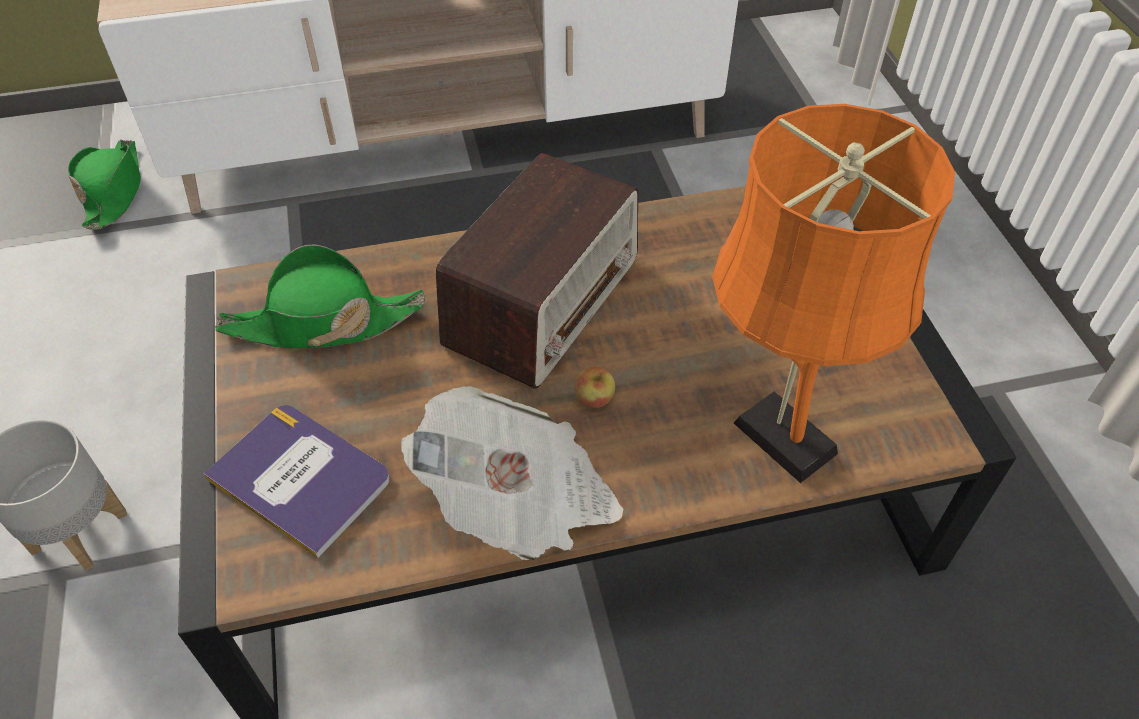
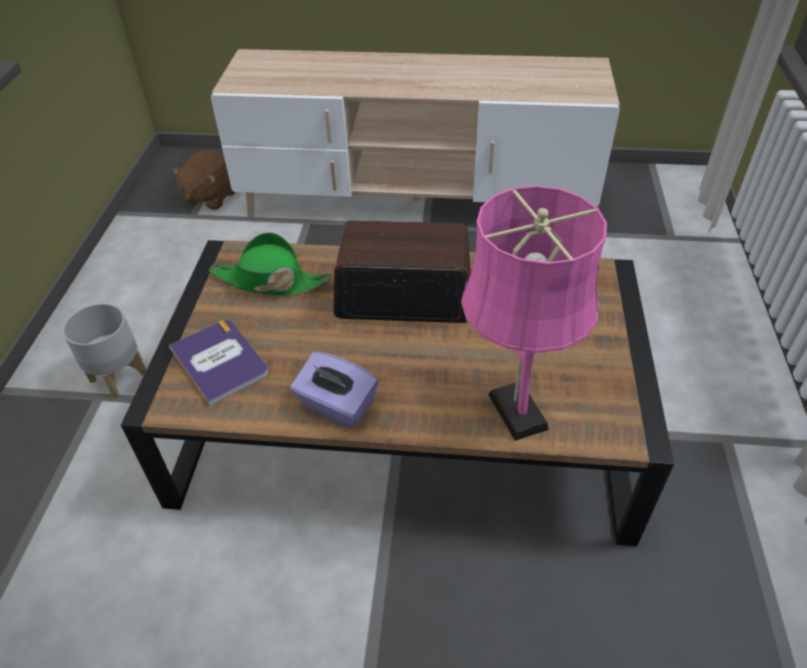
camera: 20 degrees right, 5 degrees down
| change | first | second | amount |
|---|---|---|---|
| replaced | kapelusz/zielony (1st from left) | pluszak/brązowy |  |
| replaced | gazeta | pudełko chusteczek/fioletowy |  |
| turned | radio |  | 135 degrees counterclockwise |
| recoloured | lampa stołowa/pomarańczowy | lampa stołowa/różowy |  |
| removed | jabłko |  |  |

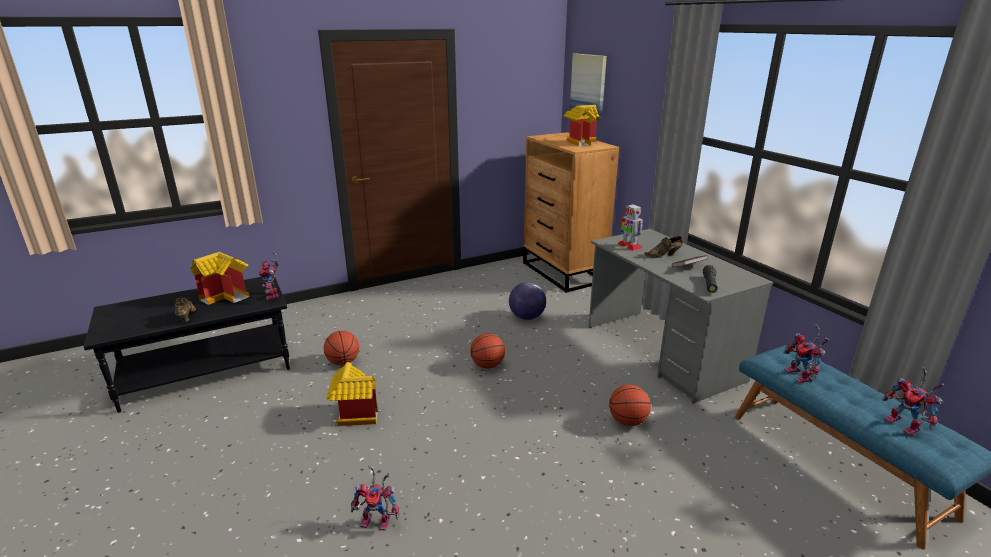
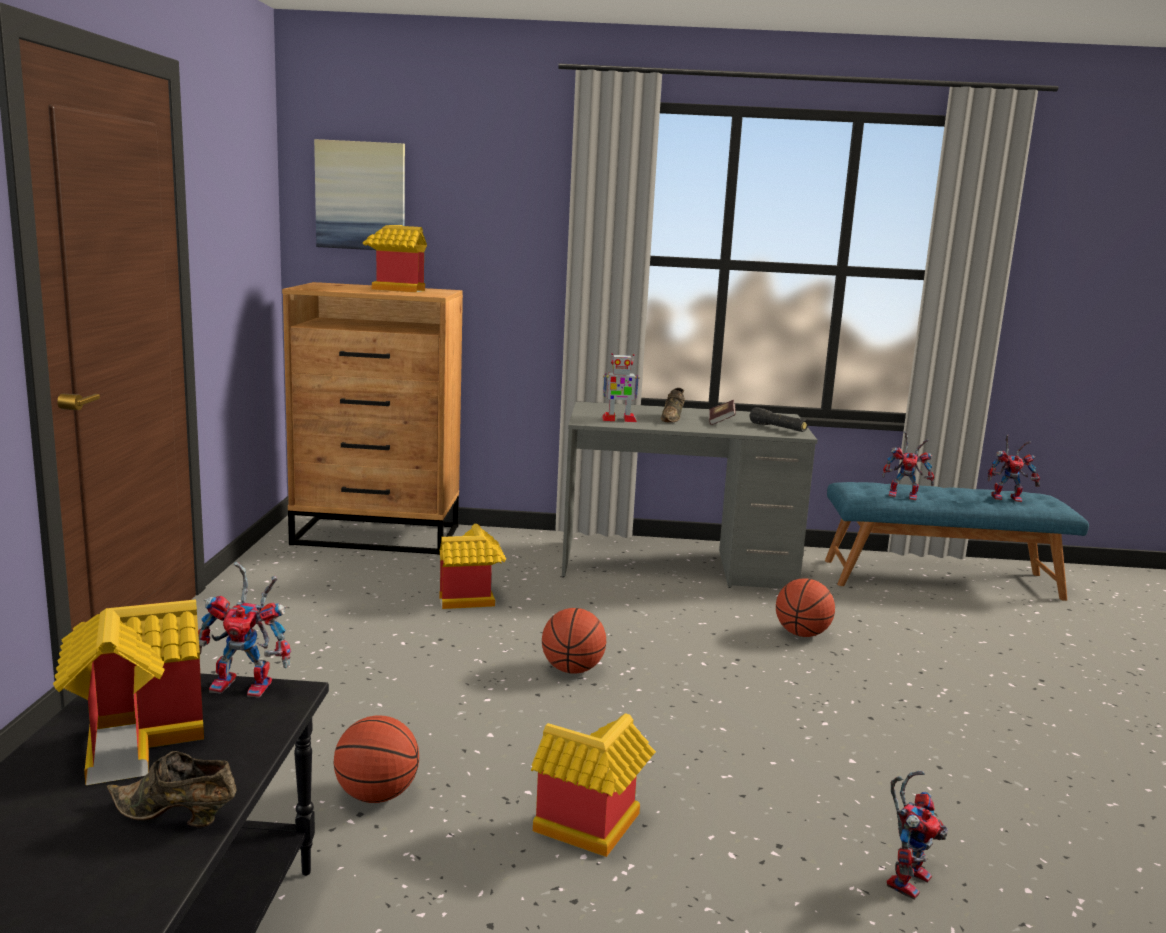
camera: 60 degrees left, 10 degrees down
| change | first | second | amount |
|---|---|---|---|
| replaced | globus | domek (3rd from left) |  |

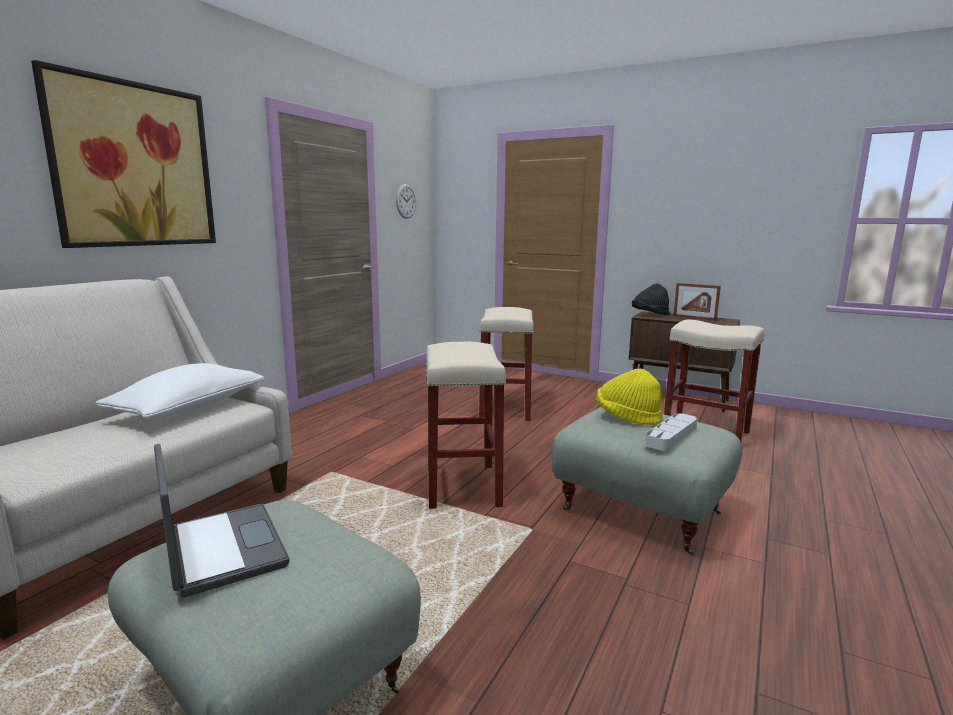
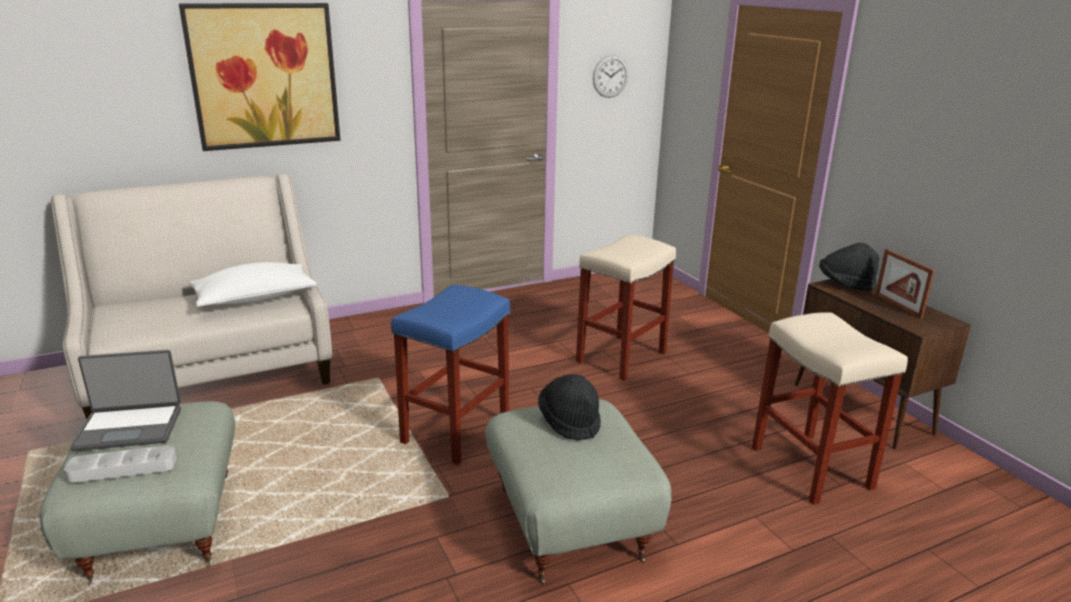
camera: 35 degrees right, 10 degrees up
| change | first | second | amount |
|---|---|---|---|
| moved | taca/szary |  |  |
| turned | laptop |  | 75 degrees clockwise |
| recoloured | stołek/beżowy (1st from left) | stołek/niebieski |  |
| recoloured | kapelusz/żółty | kapelusz/czarny (1st from left) |  |

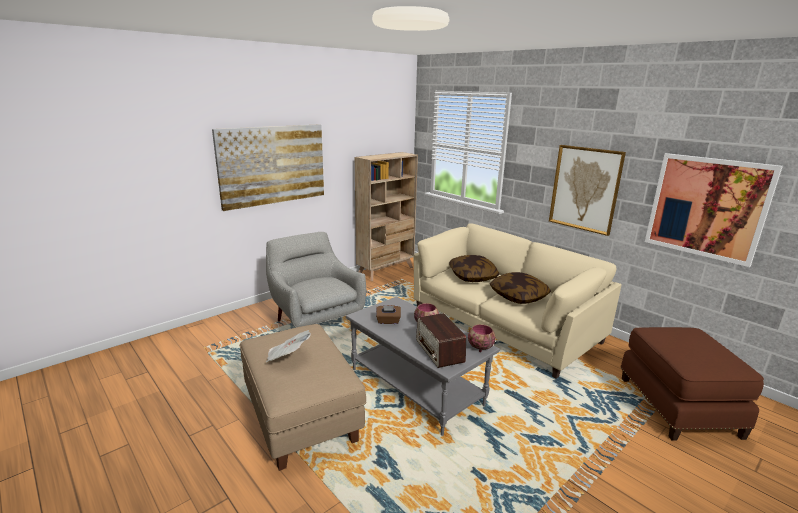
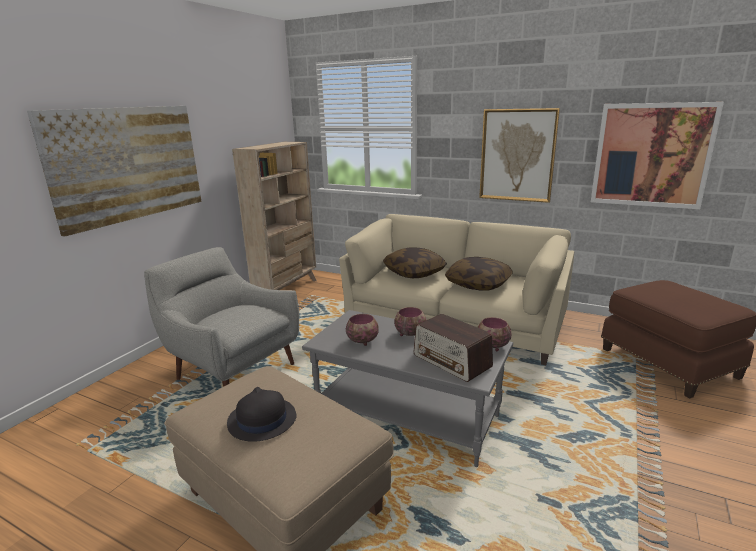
camera: 20 degrees left, 0 degrees up
| change | first | second | amount |
|---|---|---|---|
| replaced | gazeta | kapelusz/czarny |  |
| replaced | pudełko chusteczek/brązowy | miska (1st from left) |  |

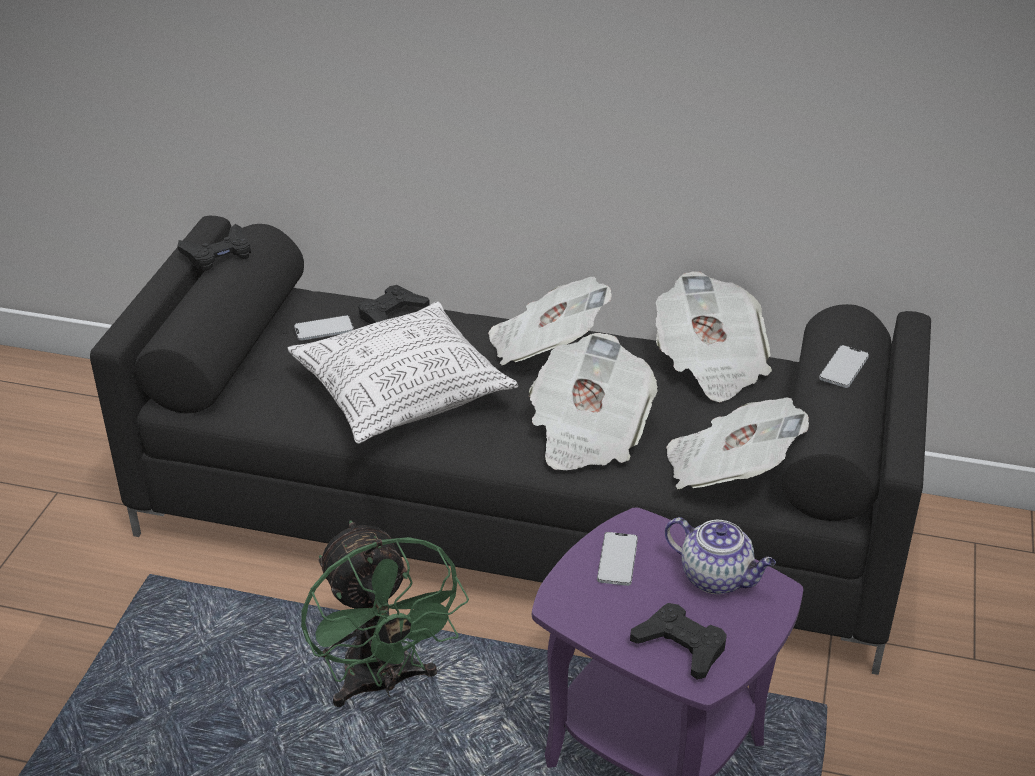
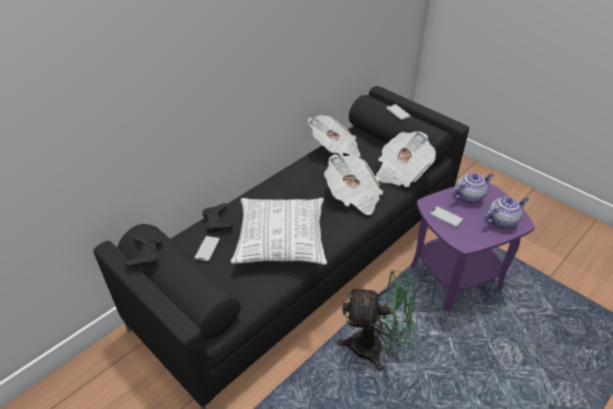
camera: 60 degrees left, 5 degrees up
| change | first | second | amount |
|---|---|---|---|
| replaced | pad do gier/czarny (3rd from left) | imbryk (2nd from left) |  |
| removed | gazeta (1st from left) |  |  |

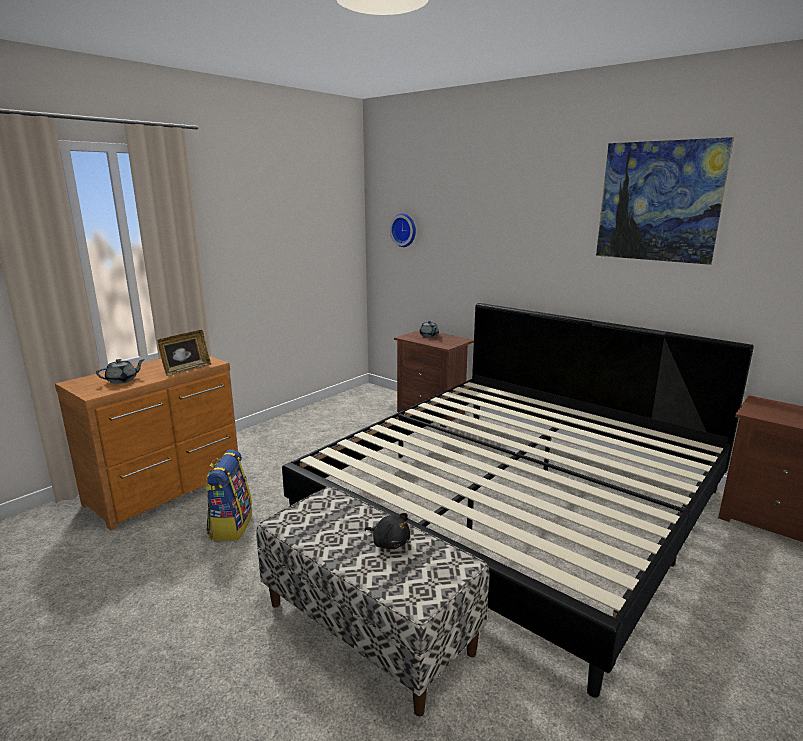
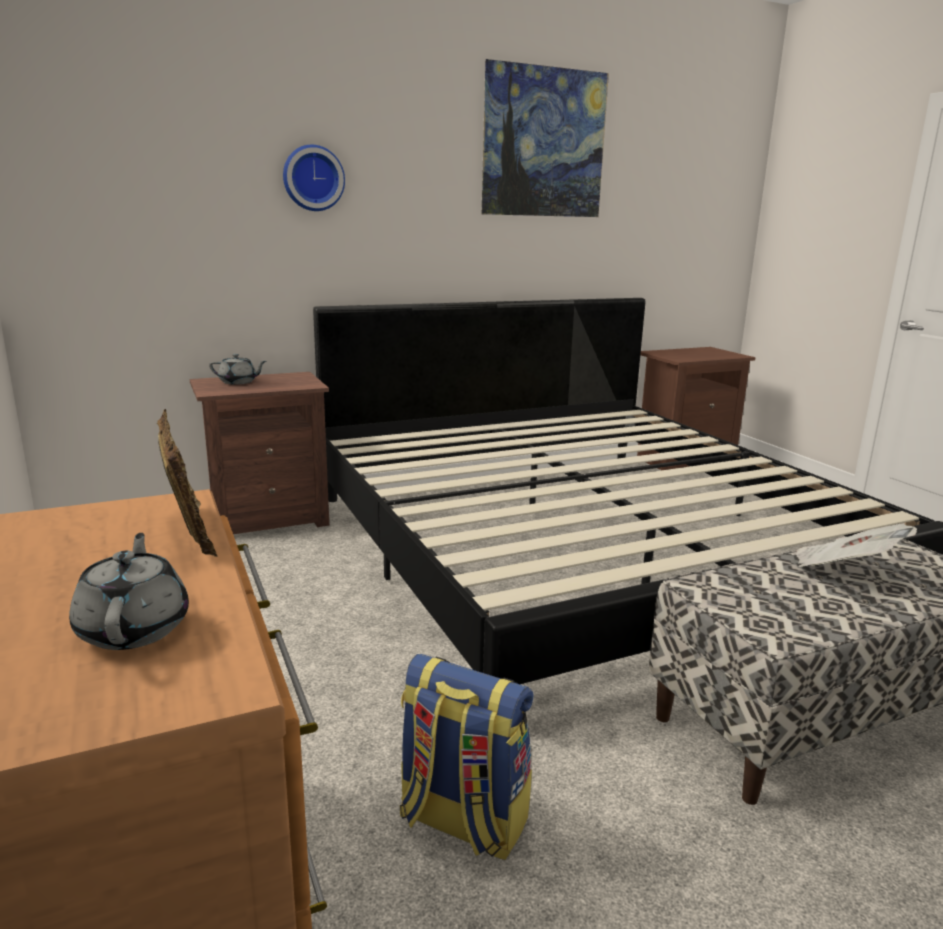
camera: 65 degrees left, 0 degrees up
| change | first | second | amount |
|---|---|---|---|
| moved | zegar ścienny |  |  |
| replaced | pluszak/czarny | gazeta |  |

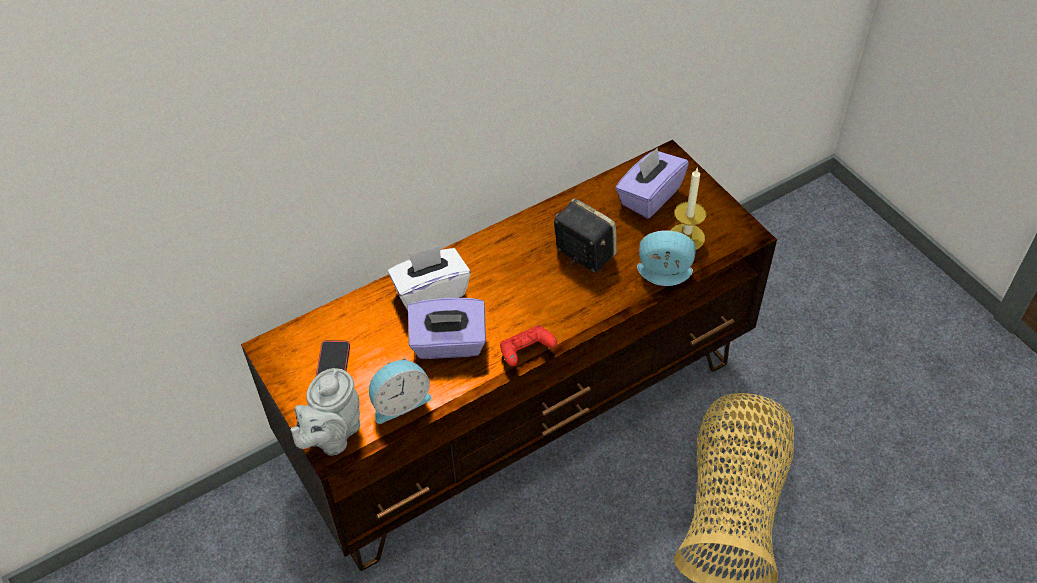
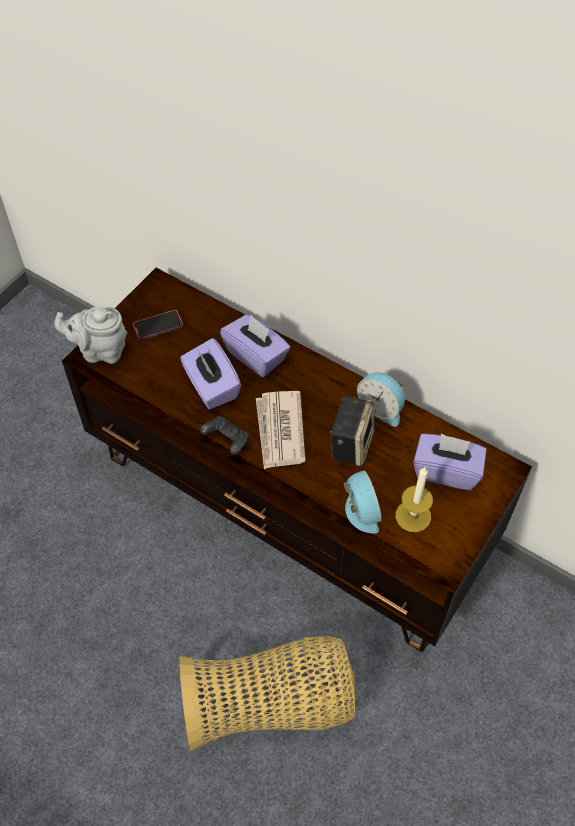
camera: 65 degrees right, 5 degrees up
| change | first | second | amount |
|---|---|---|---|
| recoloured | pad do gier/czerwony | pad do gier/czarny |  |
| recoloured | pudełko chusteczek/biały | pudełko chusteczek/fioletowy (2nd from left) |  |
| added |  | gazeta |  |
| moved | budzik (1st from left in the first image) | budzik (2nd from left) |  |

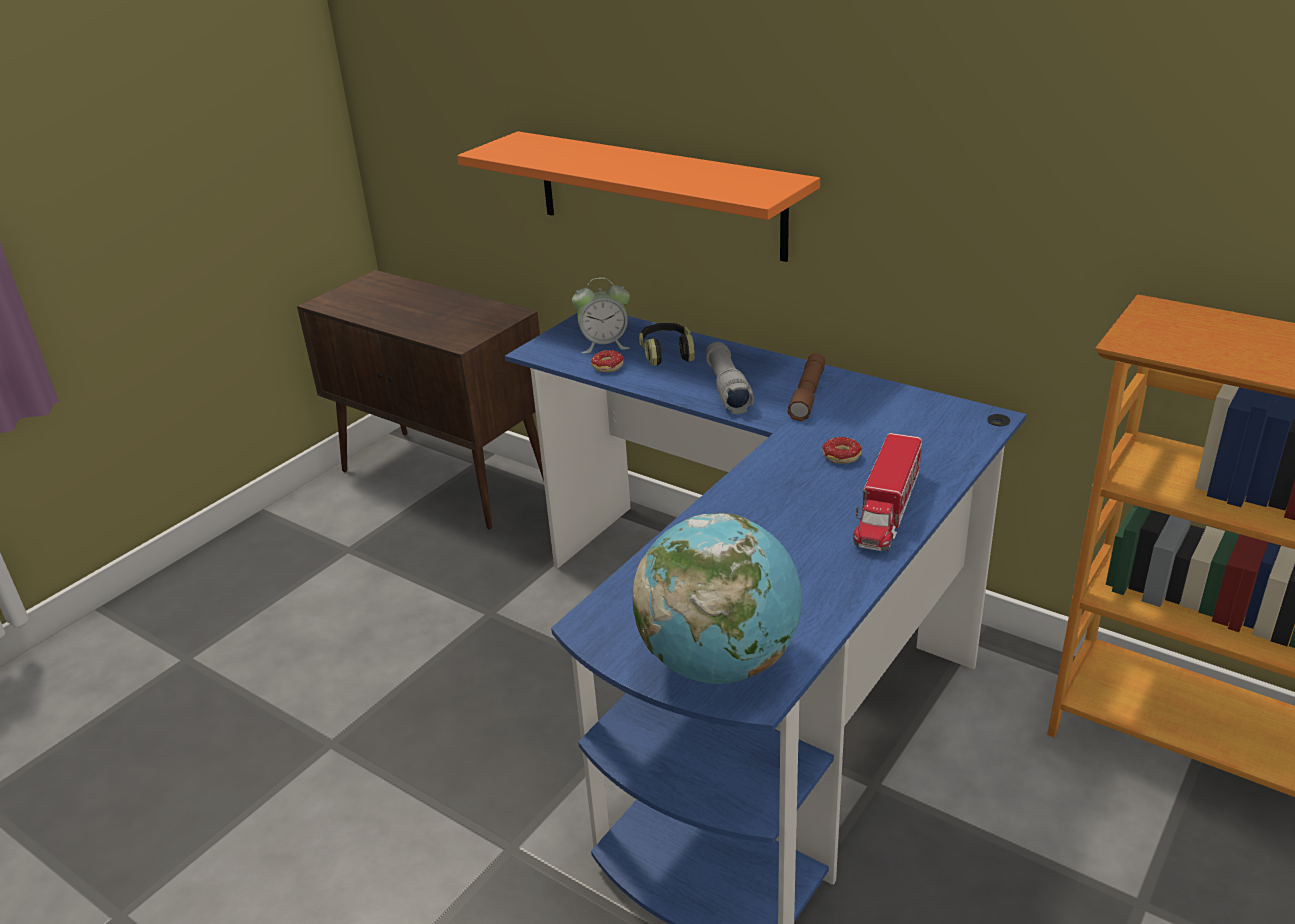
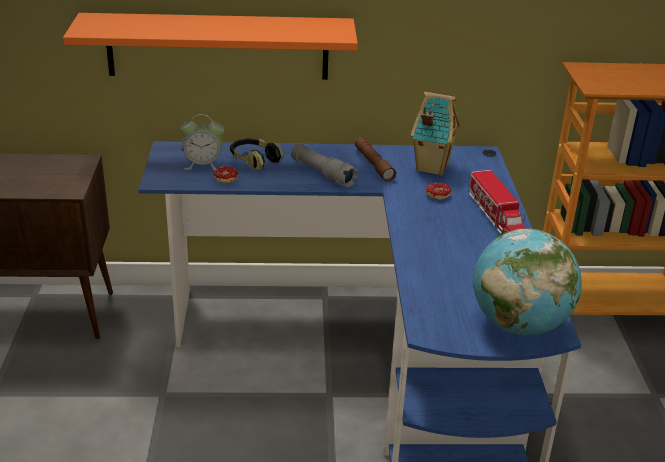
camera: 40 degrees left, 0 degrees up
| change | first | second | amount |
|---|---|---|---|
| turned | budzik |  | 45 degrees clockwise |
| added |  | domek |  |

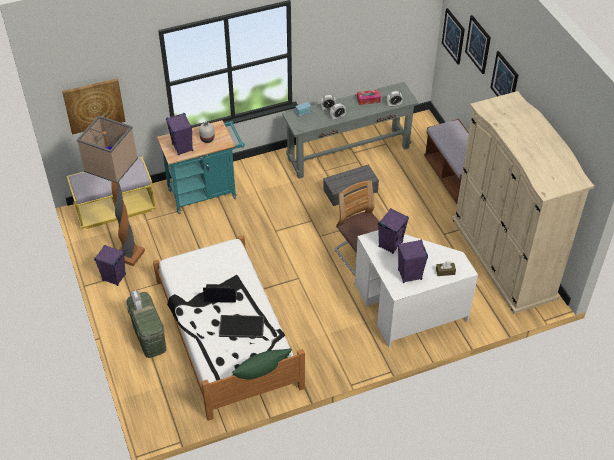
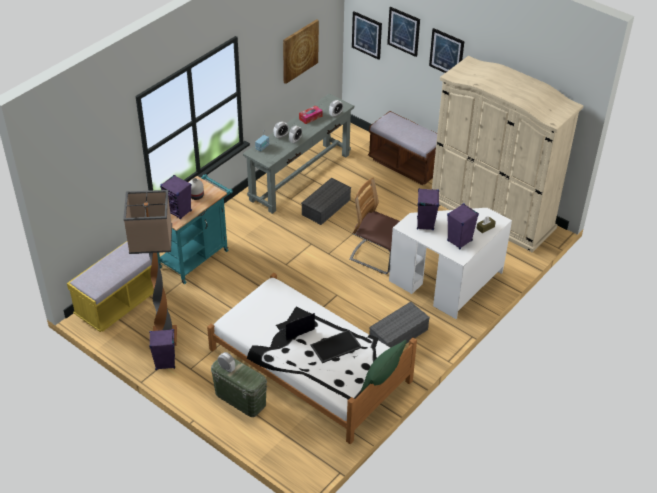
camera: 30 degrees left, 5 degrees down
| change | first | second | amount |
|---|---|---|---|
| moved | obraz (1st from left) |  |  |
| added |  | pojemnik do przechowywania/szary (2nd from left) |  |

